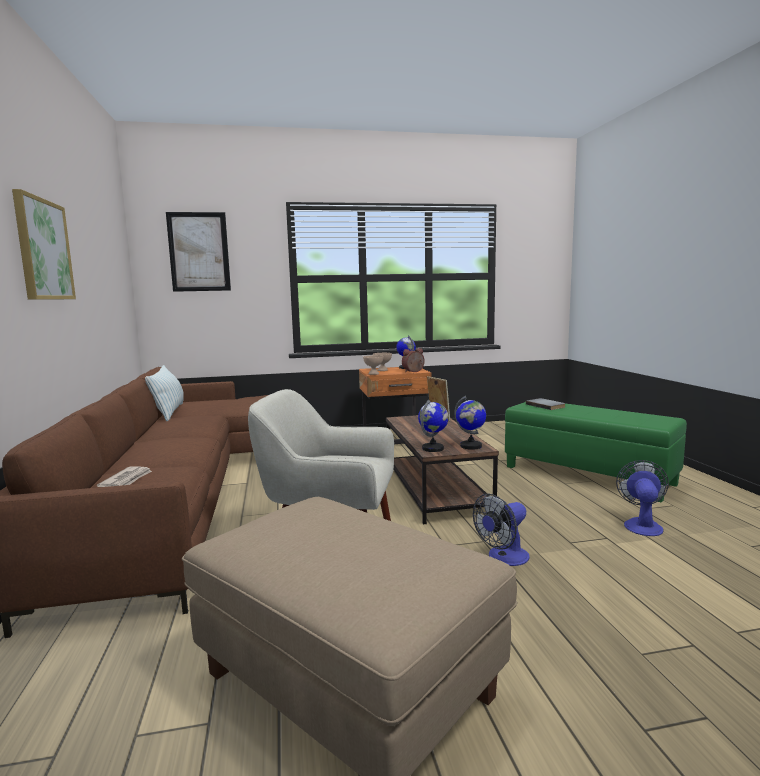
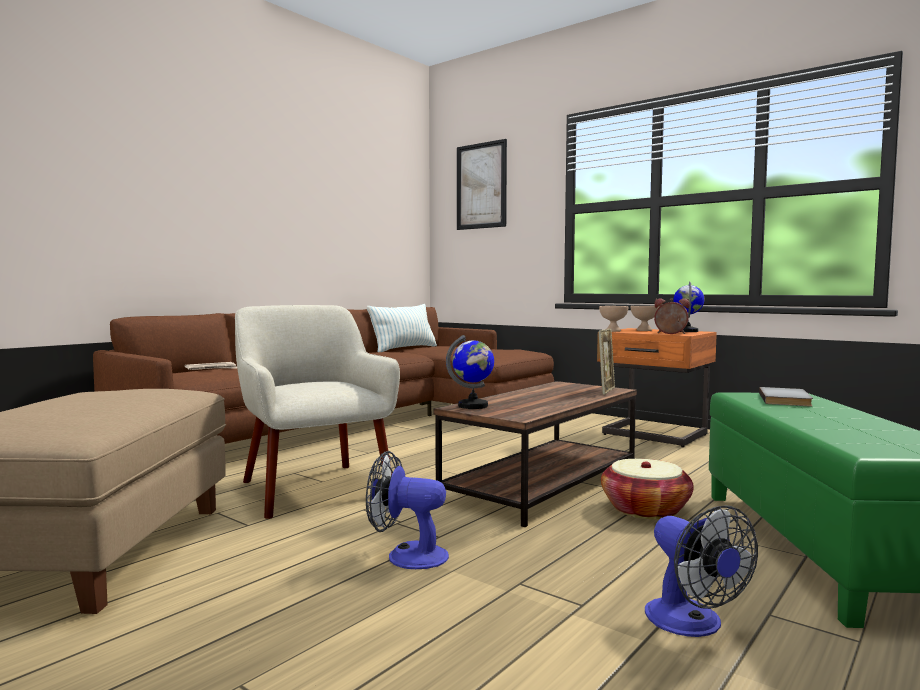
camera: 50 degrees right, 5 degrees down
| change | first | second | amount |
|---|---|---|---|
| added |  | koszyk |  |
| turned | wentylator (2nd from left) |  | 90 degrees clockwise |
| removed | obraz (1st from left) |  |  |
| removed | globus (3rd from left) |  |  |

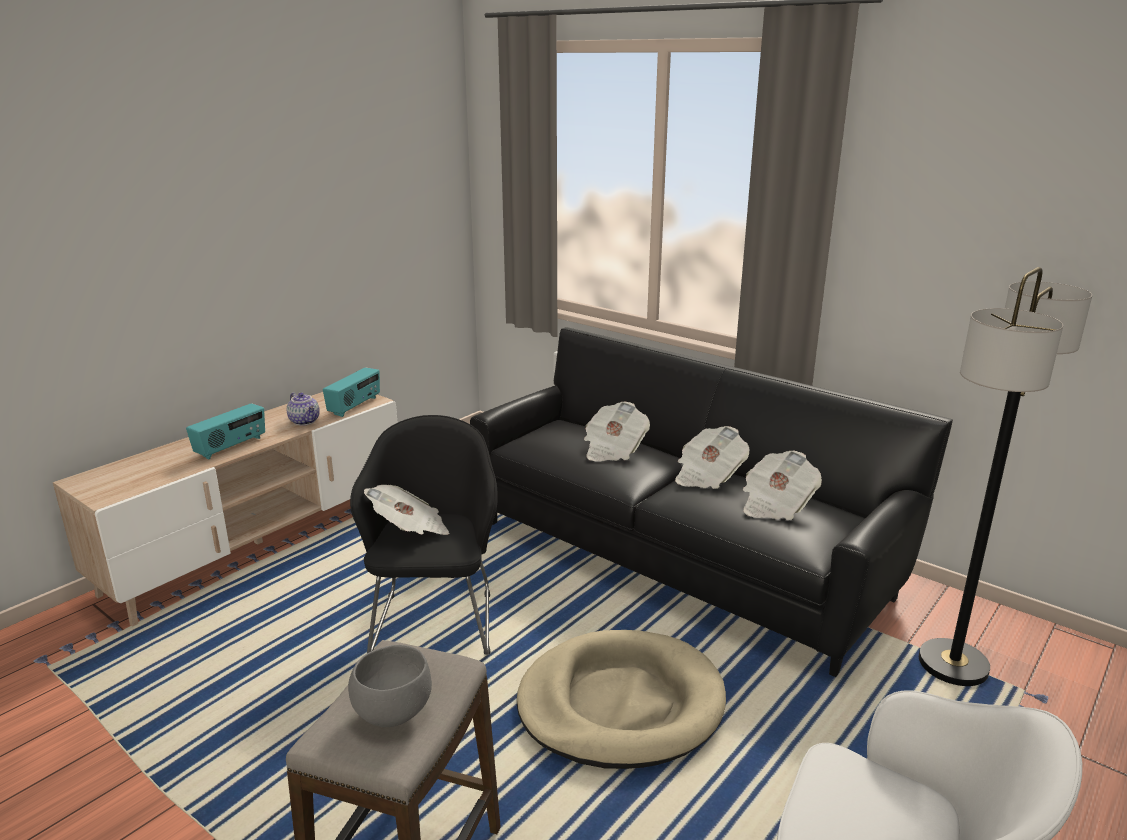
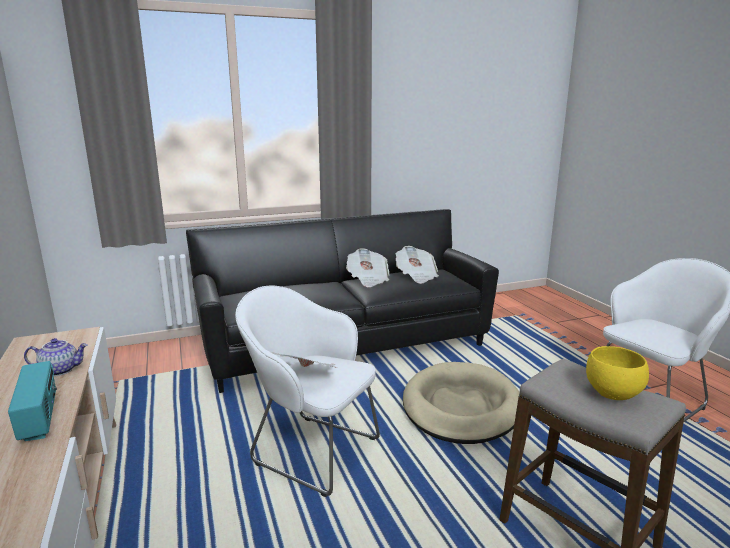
camera: 60 degrees left, 5 degrees down
| change | first | second | amount |
|---|---|---|---|
| recoloured | fotel/czarny | fotel/biały (1st from left) |  |
| recoloured | miska/szary | miska/żółty |  |
| removed | radio (2nd from left) |  |  |
| removed | gazeta (2nd from left) |  |  |
| removed | lampa stojąca |  |  |

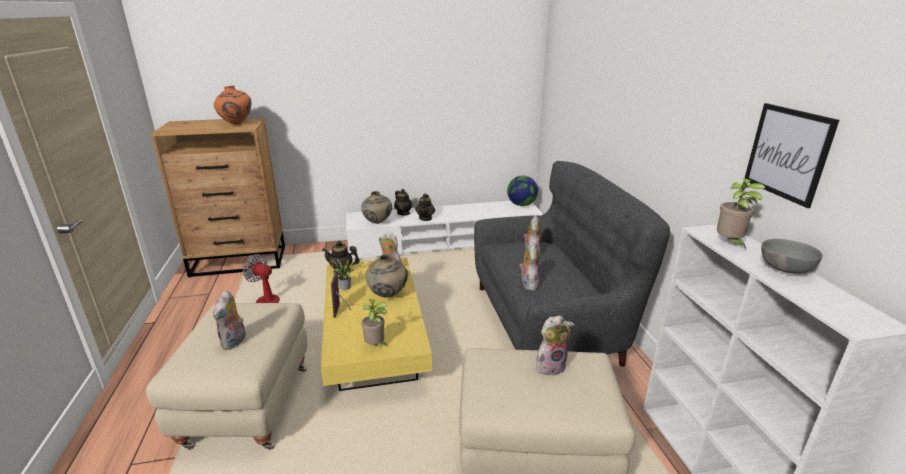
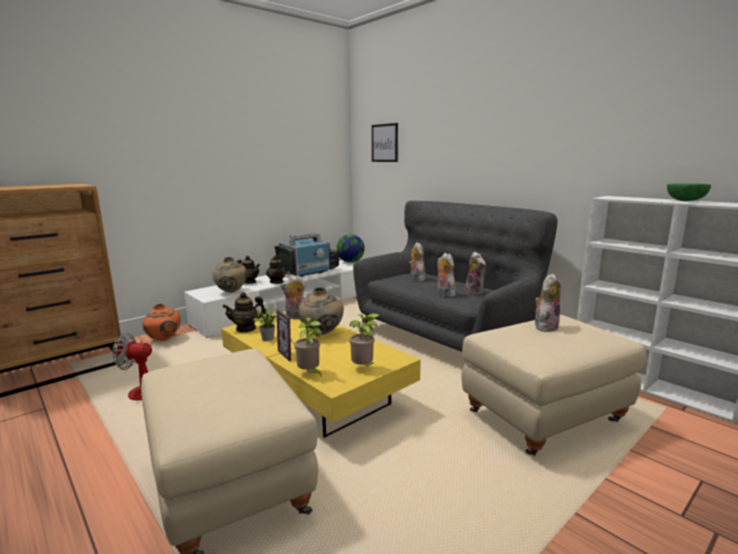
camera: 30 degrees left, 10 degrees down
| change | first | second | amount |
|---|---|---|---|
| moved | wazon/pomarańczowy |  |  |
| added |  | telewizor |  |
| moved | roślina doniczkowa (3rd from left in the first image) | roślina doniczkowa (2nd from left) |  |
| moved | obraz |  |  |
| moved | pluszak (1st from left in the first image) | pluszak (4th from left) |  |
| recoloured | miska/szary | miska/zielony |  |

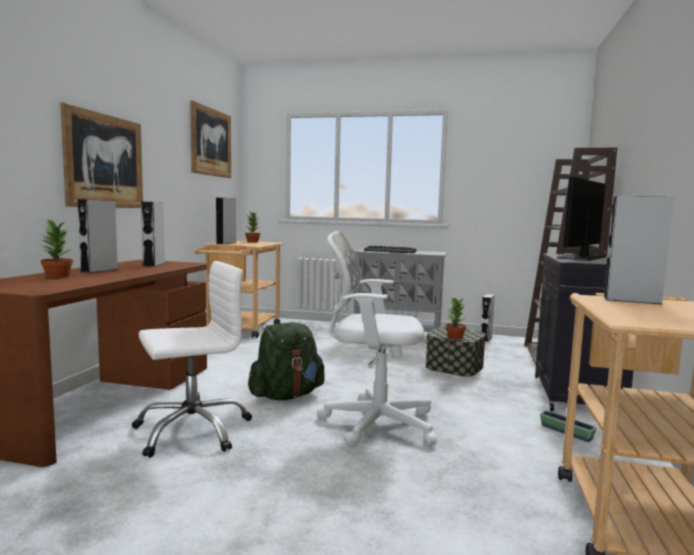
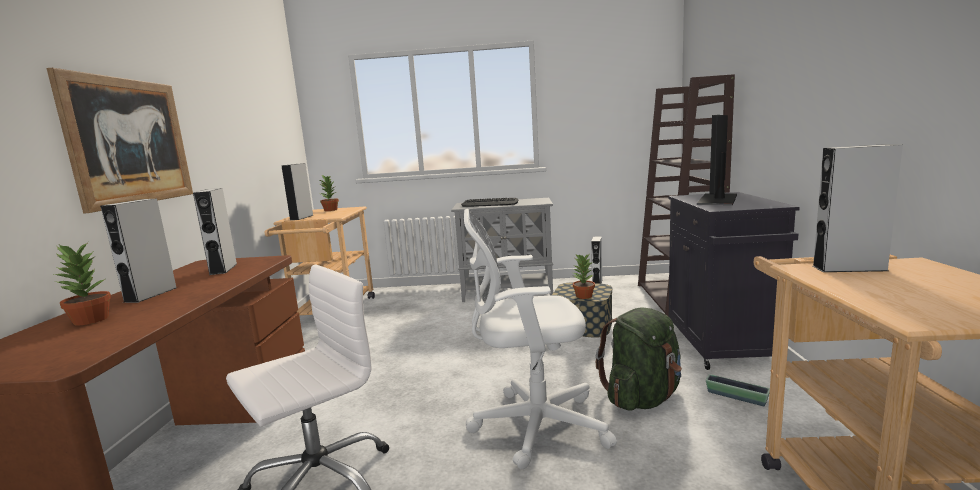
camera: 10 degrees left, 5 degrees up
| change | first | second | amount |
|---|---|---|---|
| moved | plecak/zielony |  |  |
| removed | obraz (2nd from left) |  |  |

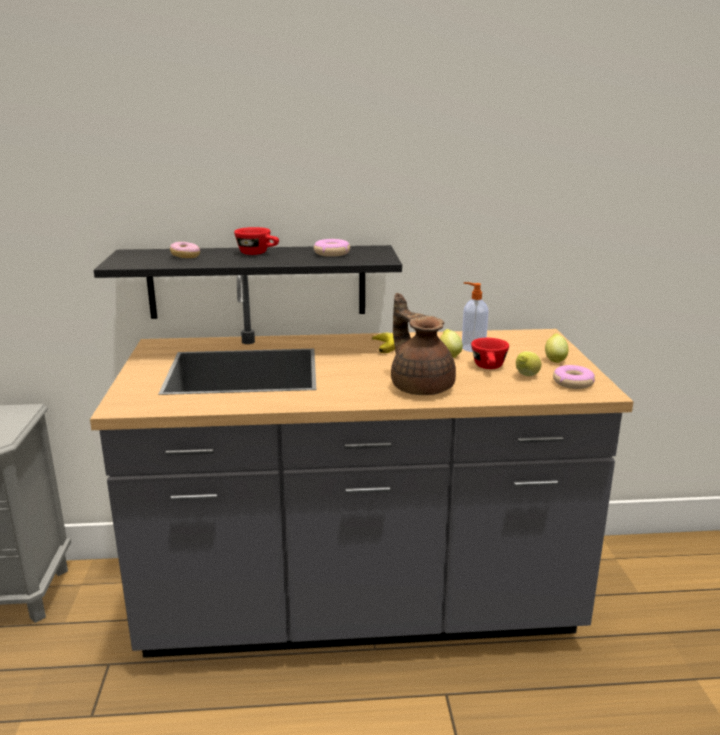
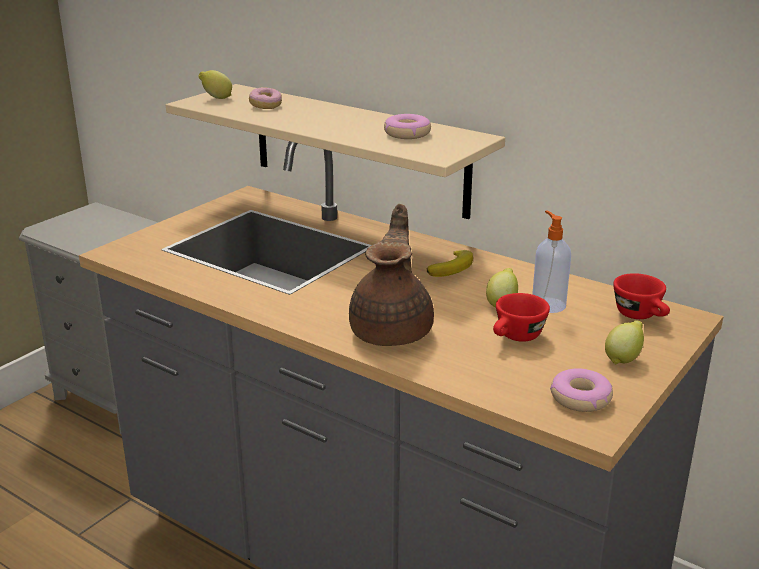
camera: 40 degrees right, 5 degrees up
| change | first | second | amount |
|---|---|---|---|
| recoloured | półka/czarny | półka/beżowy |  |
| moved | cytryna (2nd from left in the first image) | cytryna (1st from left) |  |
| moved | filiżanka/czerwony (1st from left in the first image) | filiżanka/czerwony (2nd from left) |  |

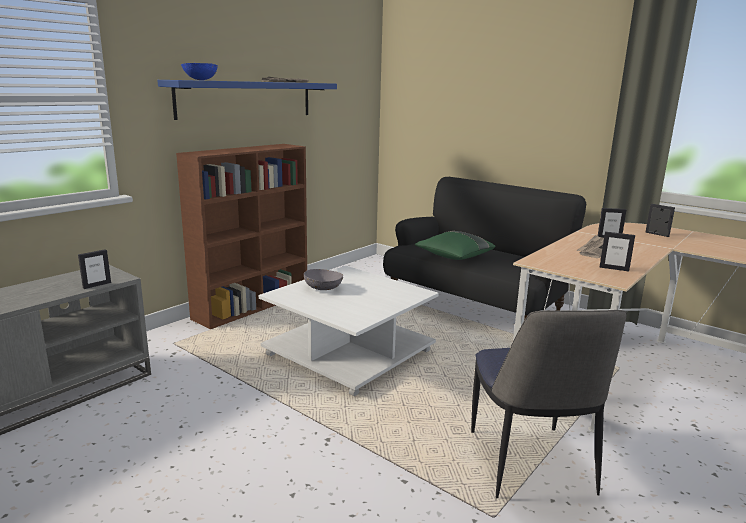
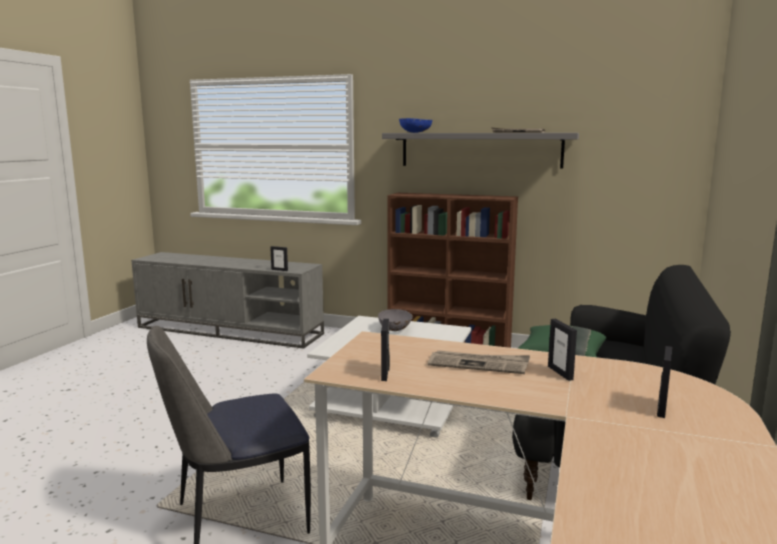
camera: 70 degrees right, 5 degrees down
| change | first | second | amount |
|---|---|---|---|
| recoloured | półka/niebieski | półka/szary |  |

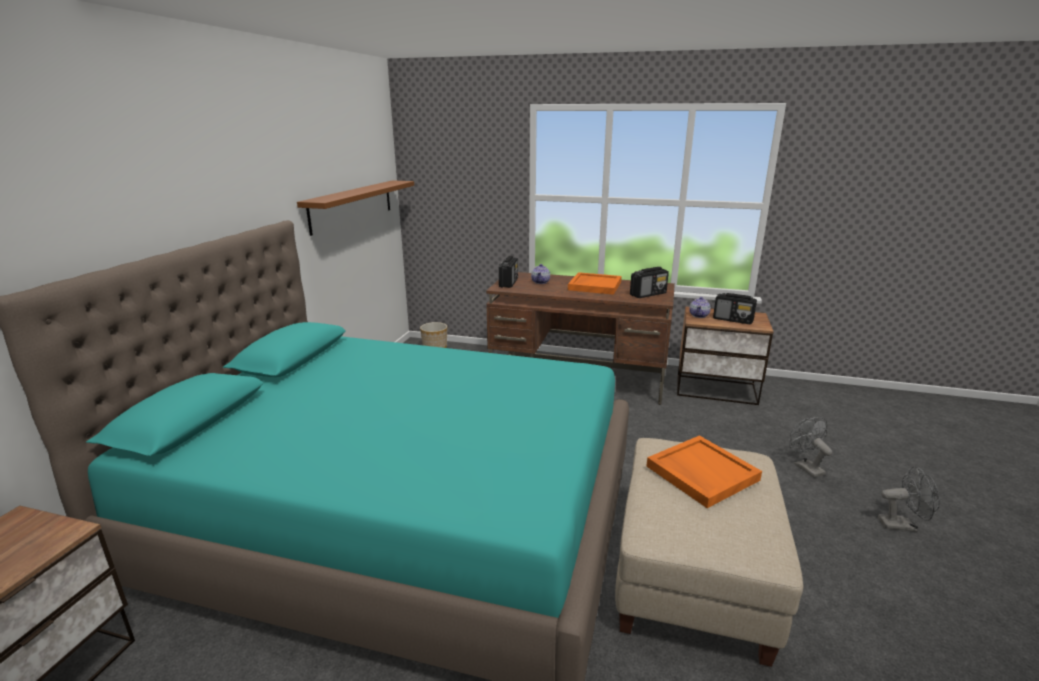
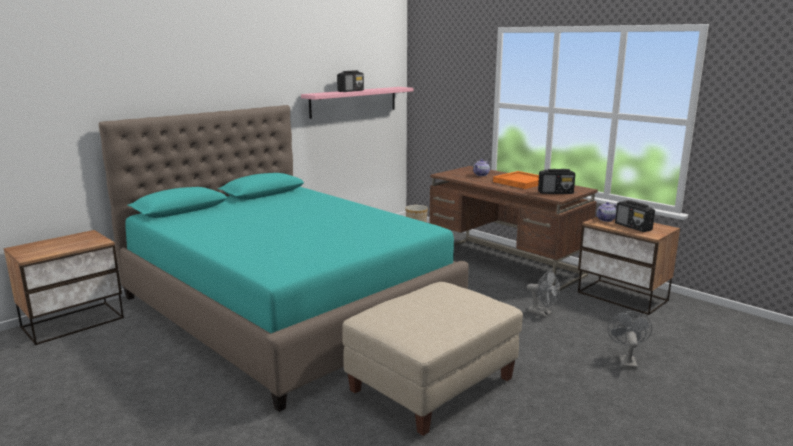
camera: 30 degrees right, 5 degrees down
| change | first | second | amount |
|---|---|---|---|
| recoloured | półka/brązowy | półka/różowy |  |
| moved | radio (1st from left) |  |  |
| moved | wentylator/szary (2nd from left in the first image) | wentylator/szary (1st from left) |  |
| removed | taca/pomarańczowy (2nd from left) |  |  |

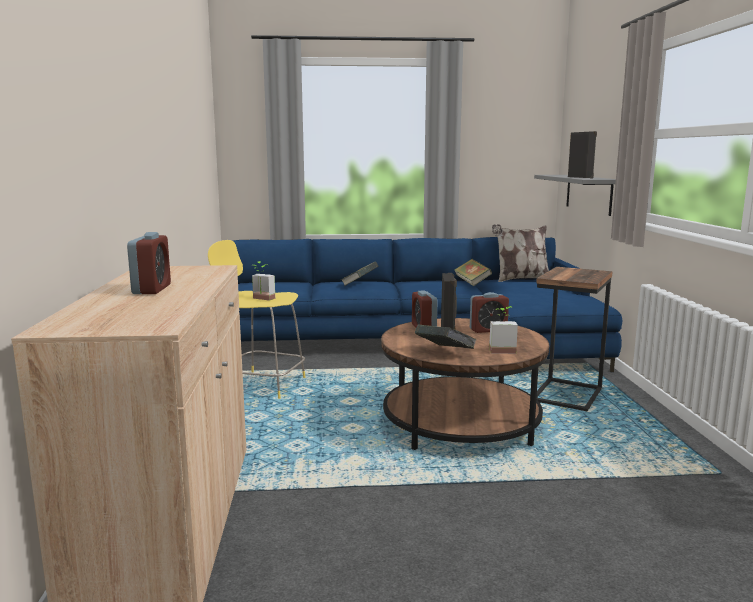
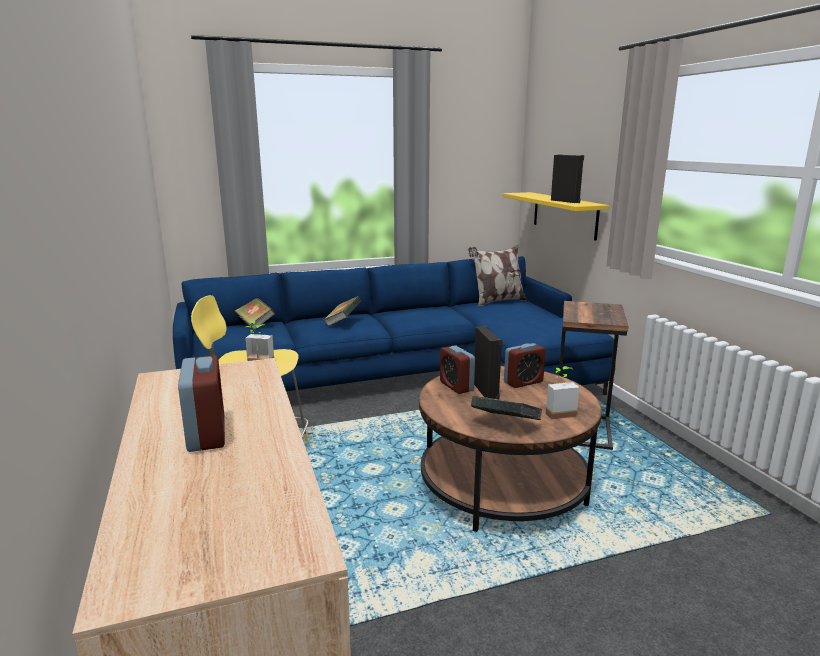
camera: 15 degrees left, 5 degrees up
| change | first | second | amount |
|---|---|---|---|
| moved | książka (3rd from left in the first image) | książka (1st from left) |  |
| recoloured | półka/szary | półka/żółty |  |

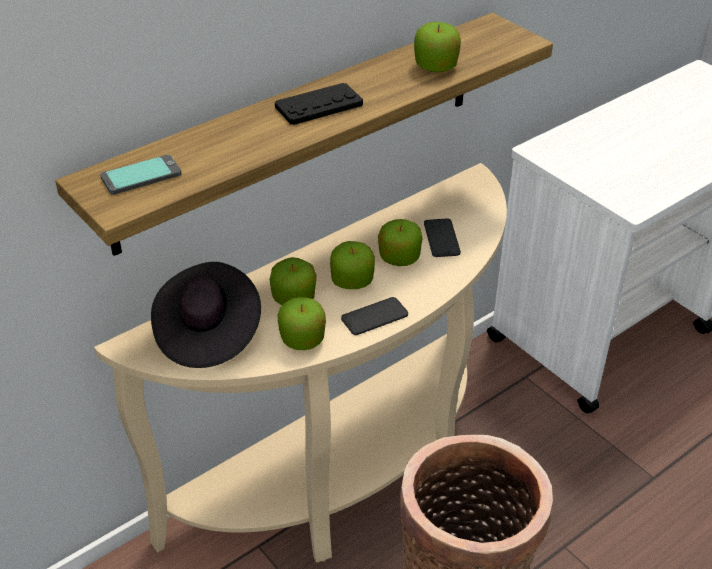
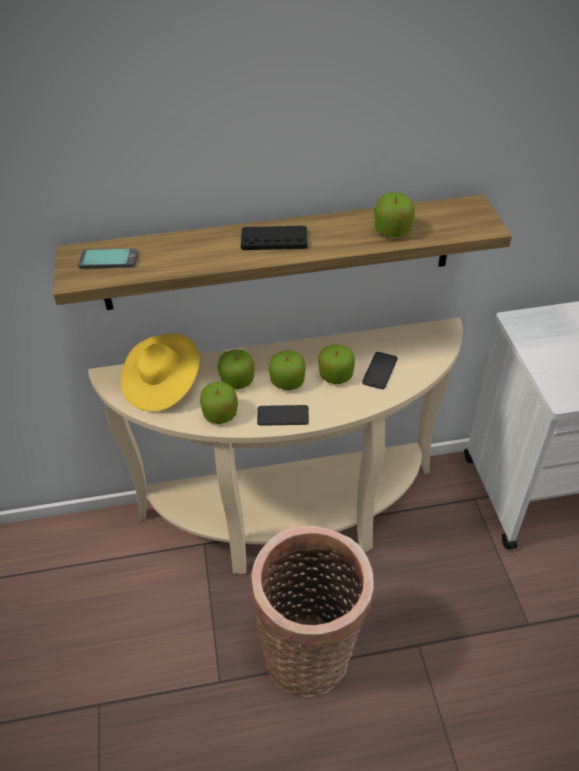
camera: 30 degrees right, 5 degrees up
| change | first | second | amount |
|---|---|---|---|
| recoloured | kapelusz/czarny | kapelusz/żółty |  |

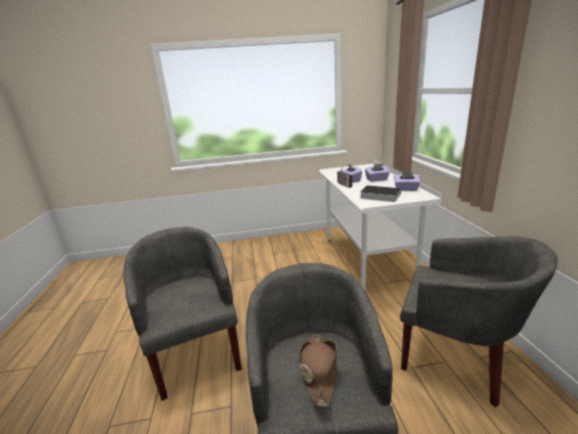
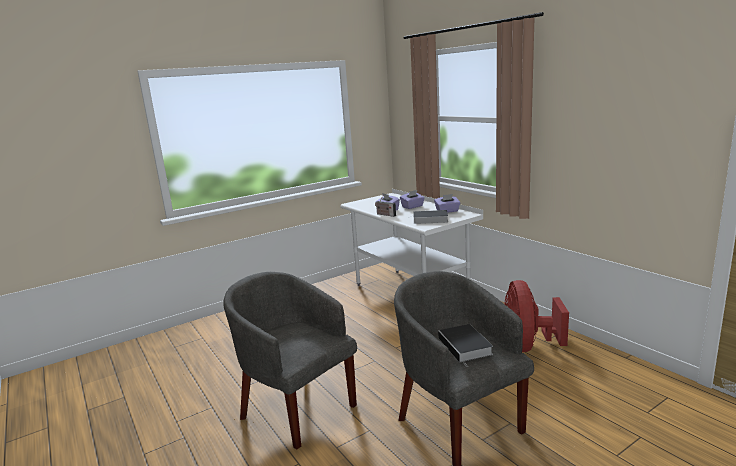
camera: 25 degrees left, 5 degrees down
| change | first | second | amount |
|---|---|---|---|
| replaced | kapelusz/brązowy | książka (2nd from left) |  |
| replaced | fotel/szary (3rd from left) | wentylator/czerwony |  |

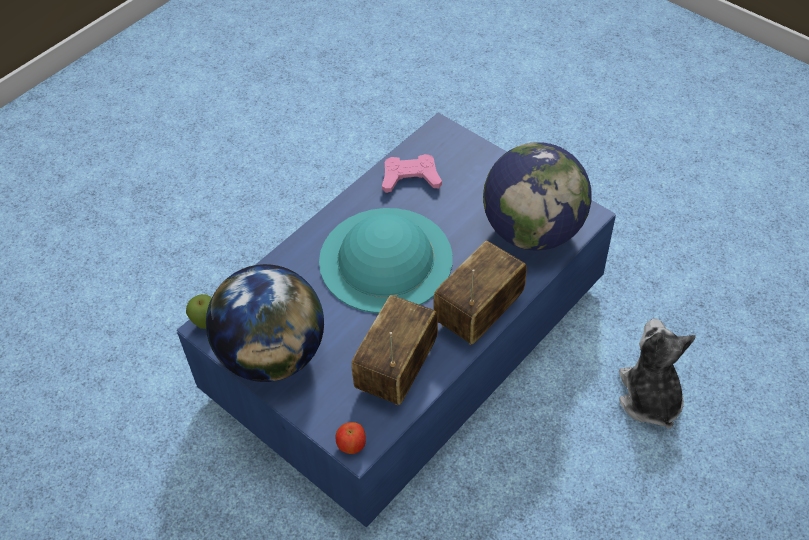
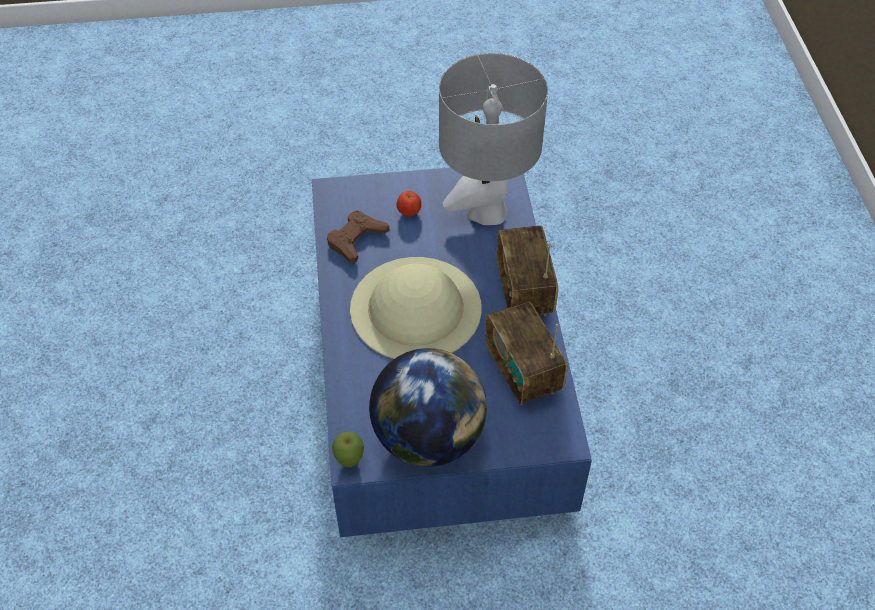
camera: 50 degrees left, 0 degrees up
| change | first | second | amount |
|---|---|---|---|
| recoloured | pad do gier/różowy | pad do gier/brązowy |  |
| recoloured | kapelusz/turkusowy | kapelusz/beżowy |  |
| moved | jabłko (2nd from left) |  |  |
| replaced | globus (2nd from left) | lampa stołowa/szary |  |
| removed | pluszak |  |  |

